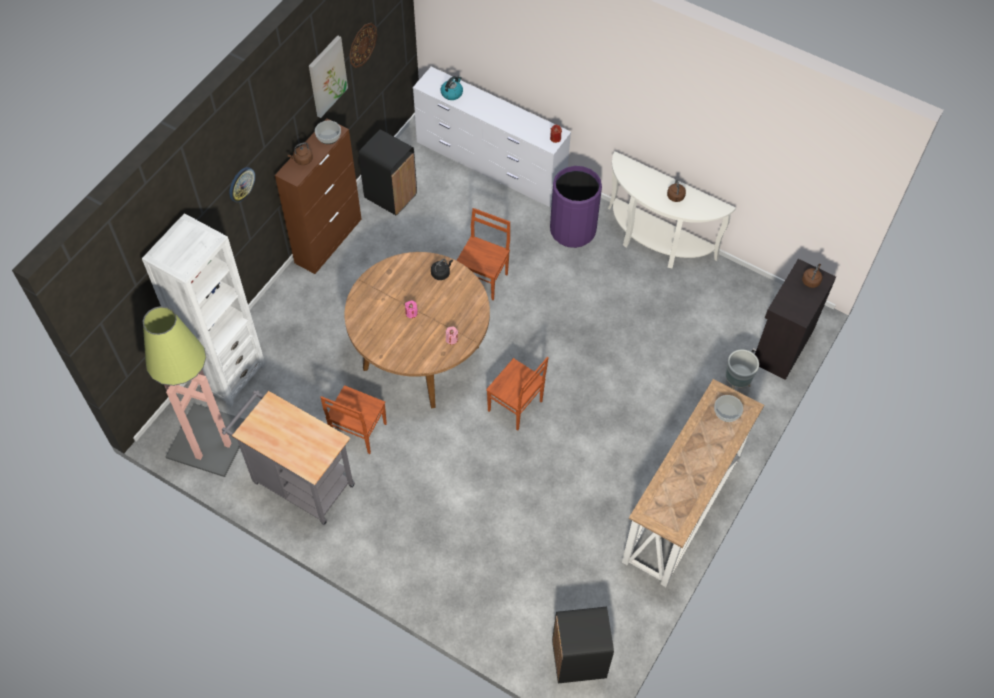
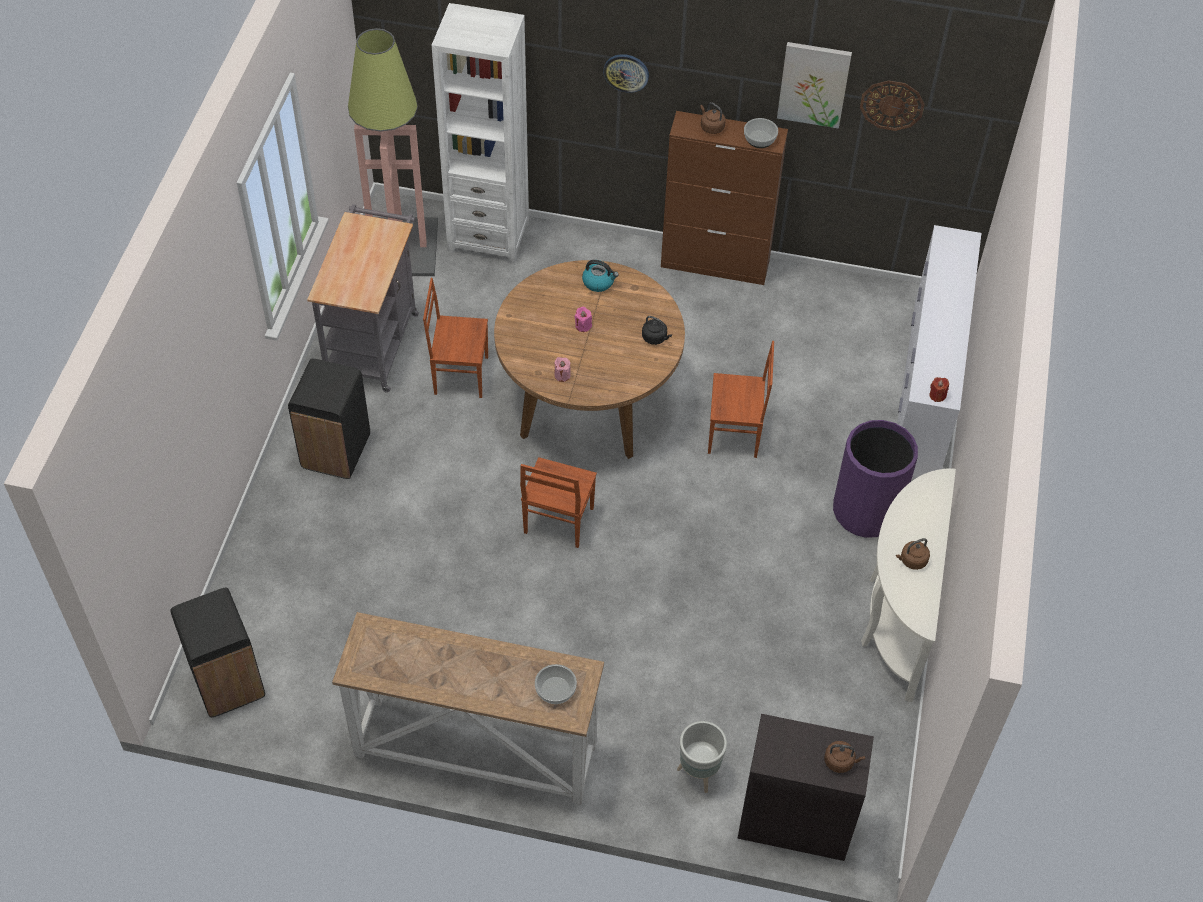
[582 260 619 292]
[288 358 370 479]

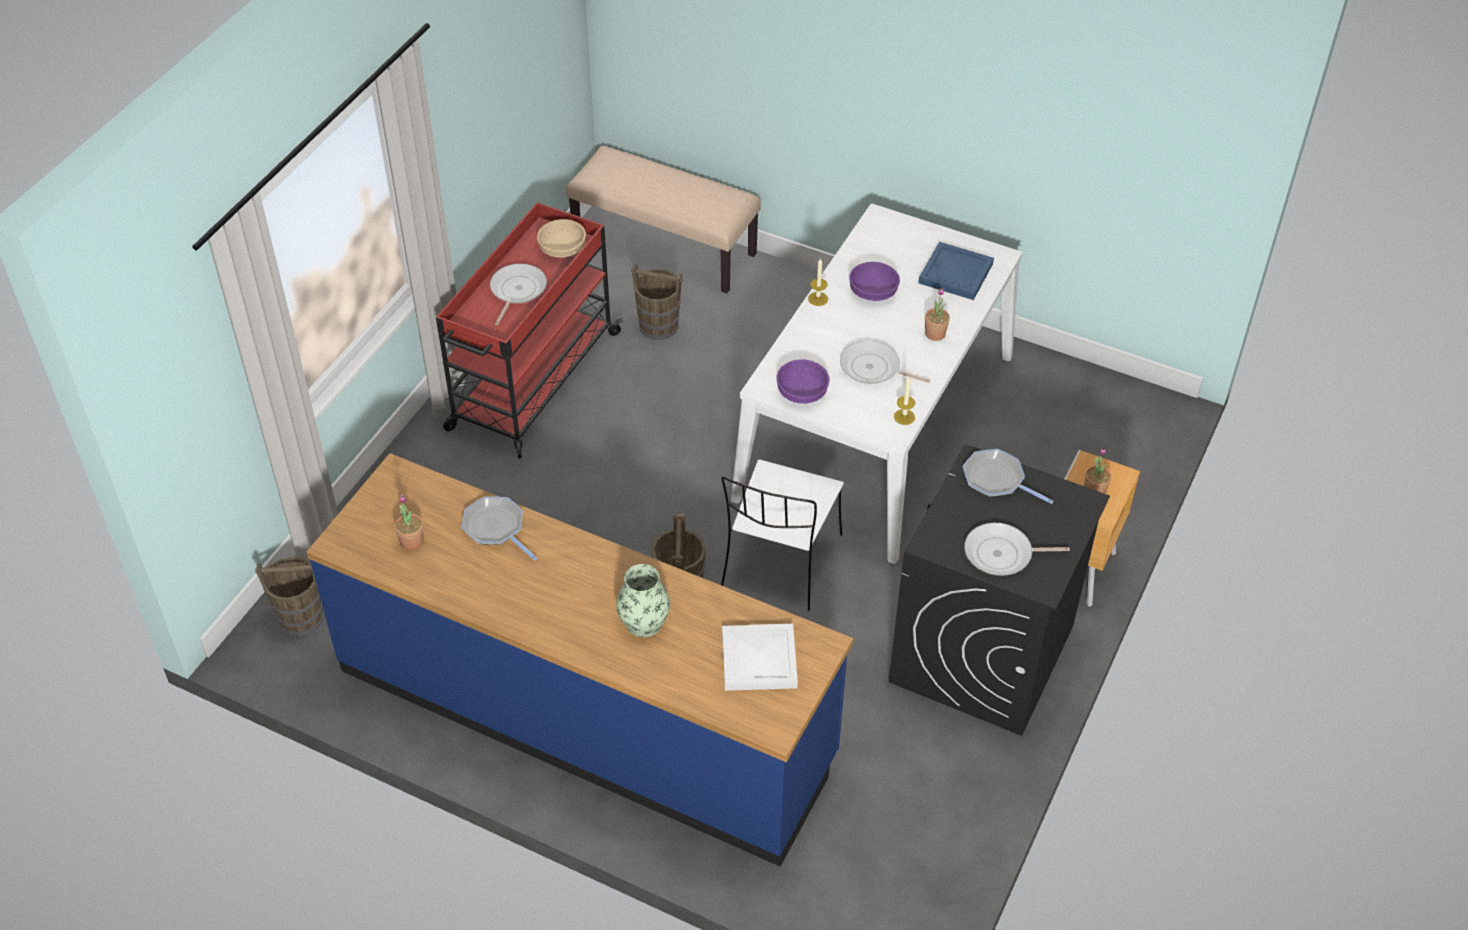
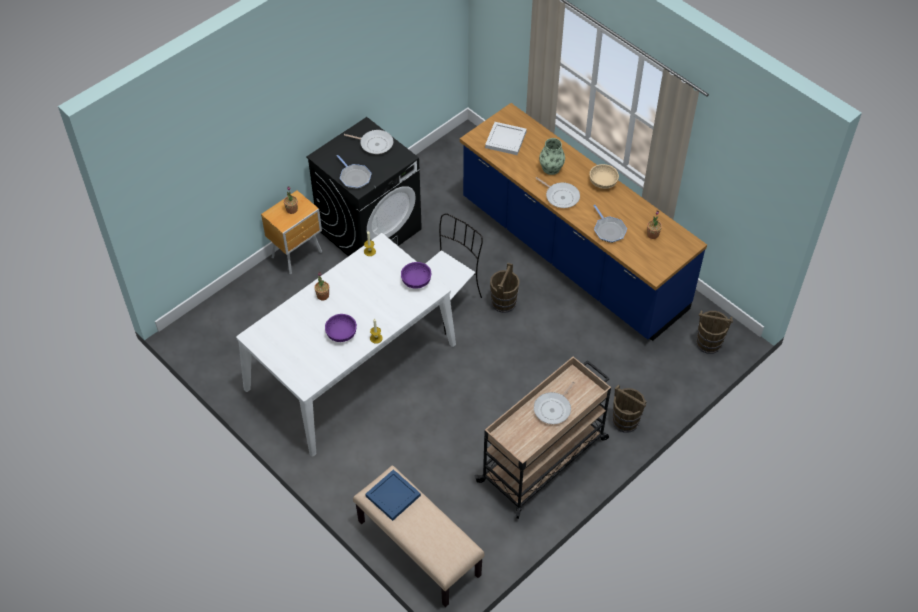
[474 357 611 519]
[589 164 619 189]
[365 469 421 521]
[612 385 647 433]
[536 177 580 208]

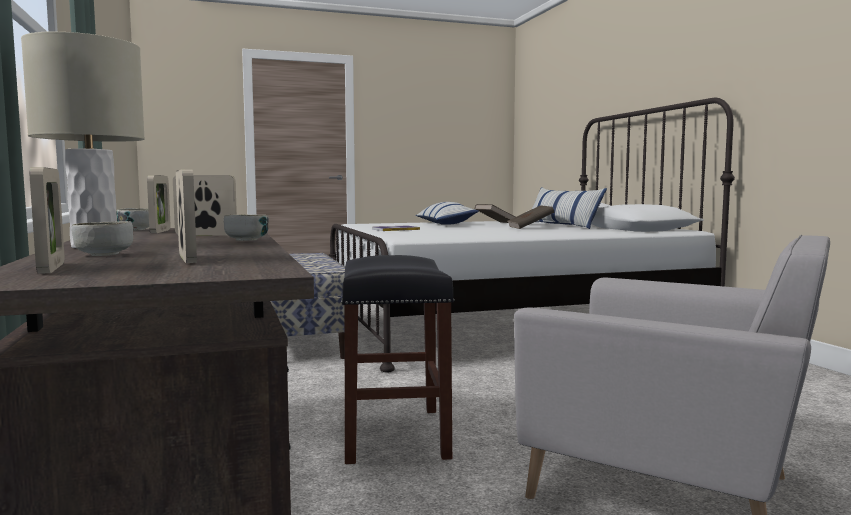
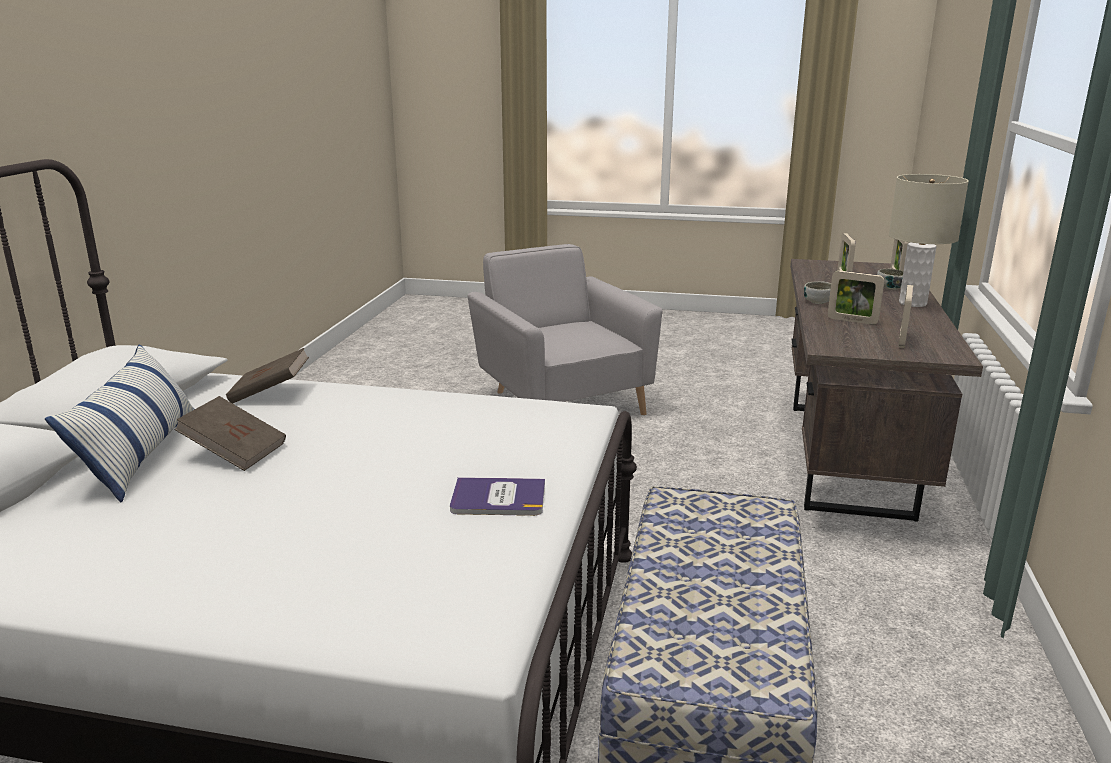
[416 202 479 225] (first image)
[226 348 309 404]
[117 208 149 230] (first image)
[341 255 454 464] (first image)

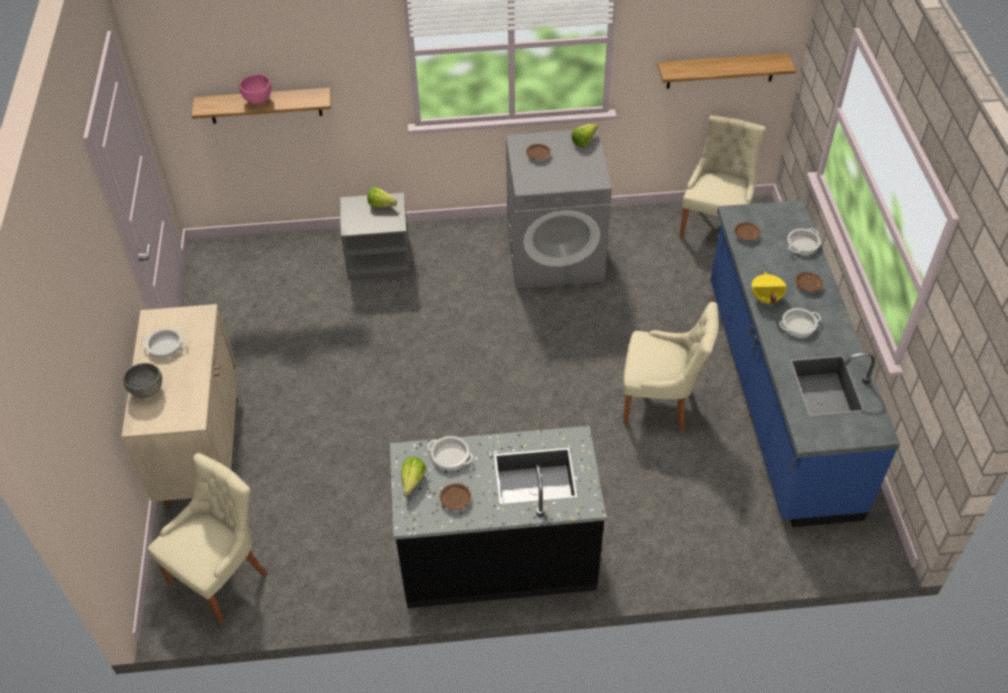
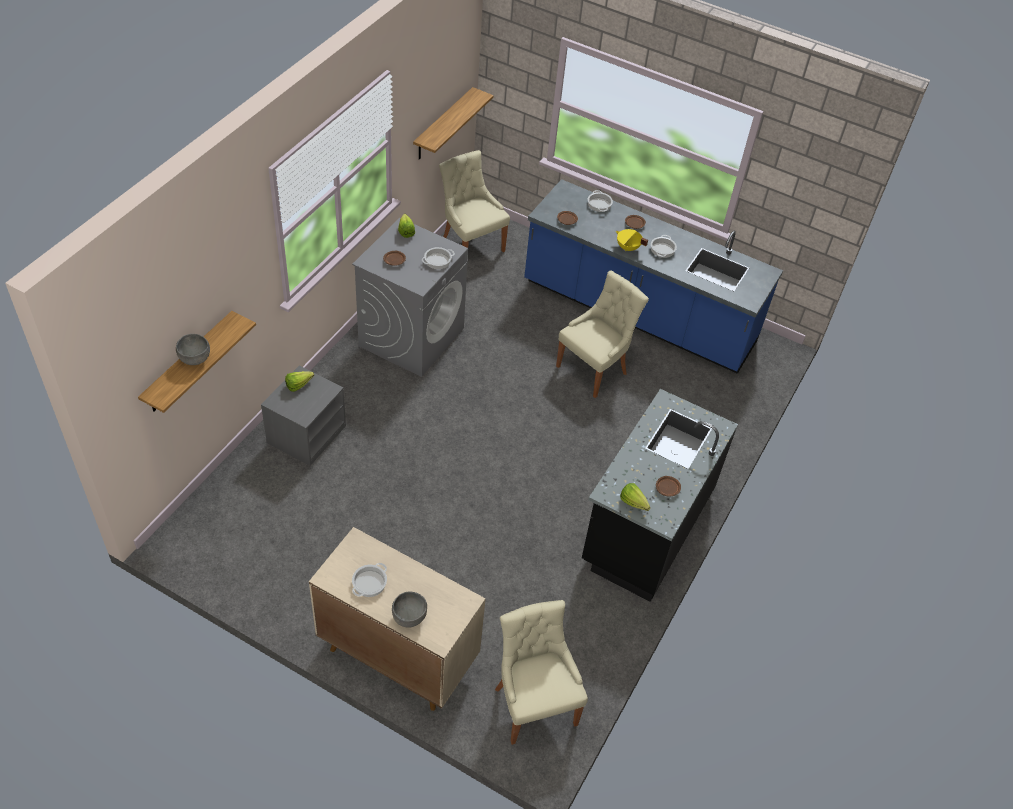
[176 334 210 365]
[422 247 455 269]

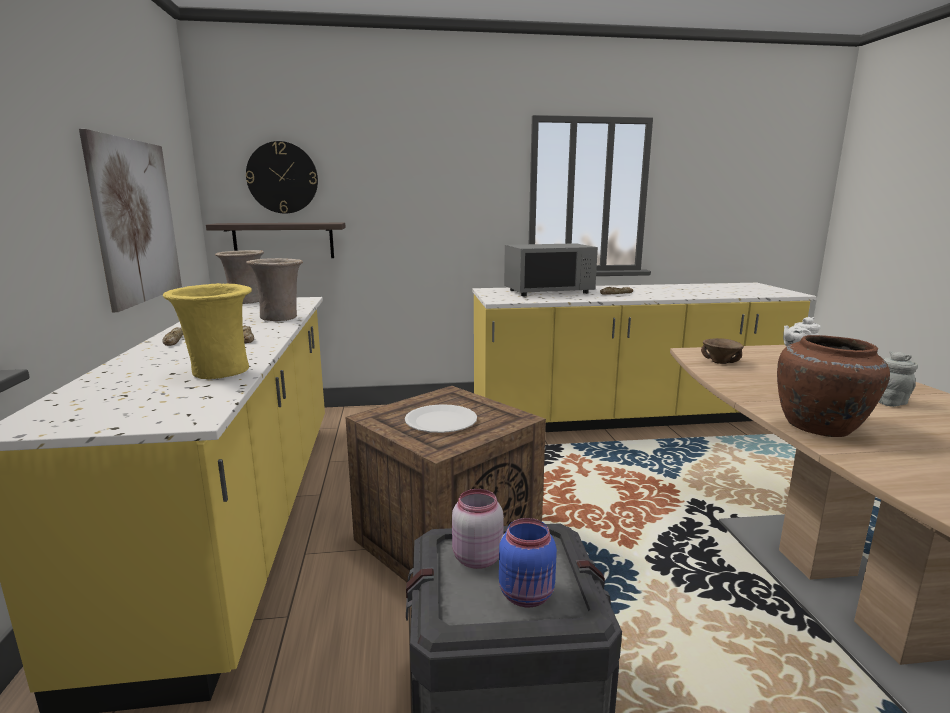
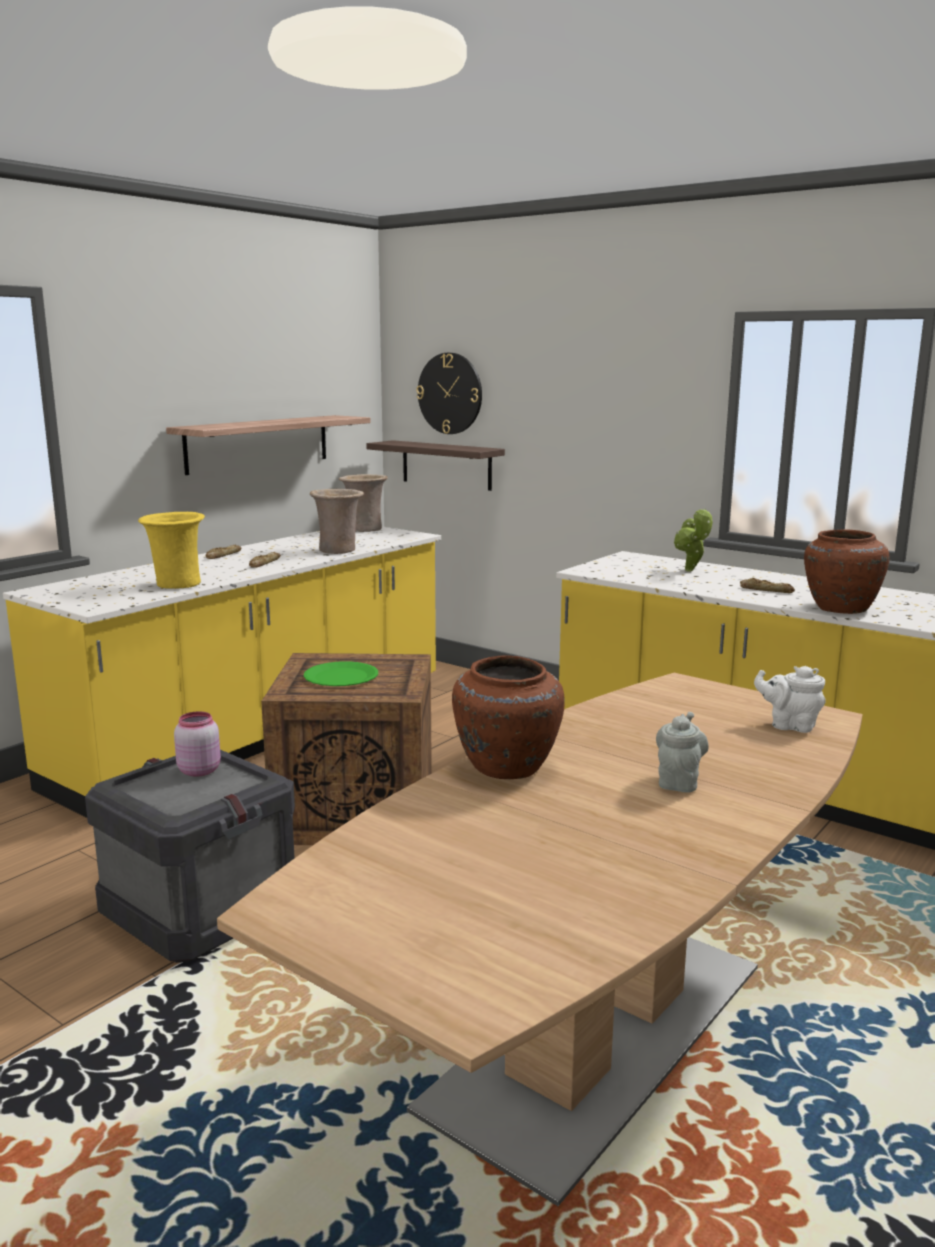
[166 415 370 475]
[674 508 713 572]
[701 338 744 364] (first image)
[304 661 378 686]
[499 518 557 607] (first image)
[804 530 890 614]

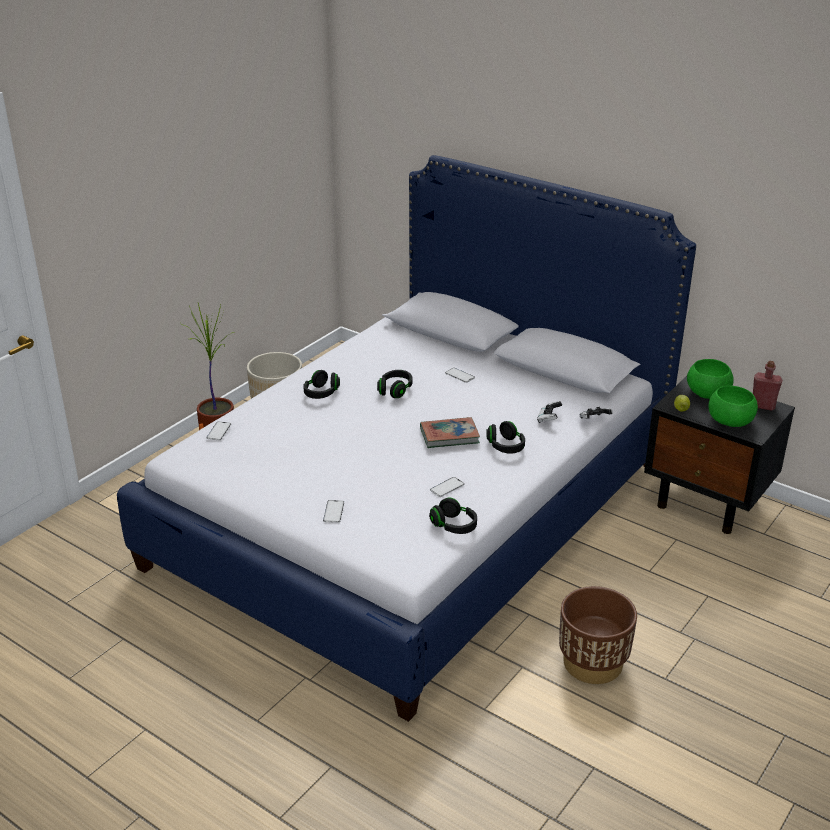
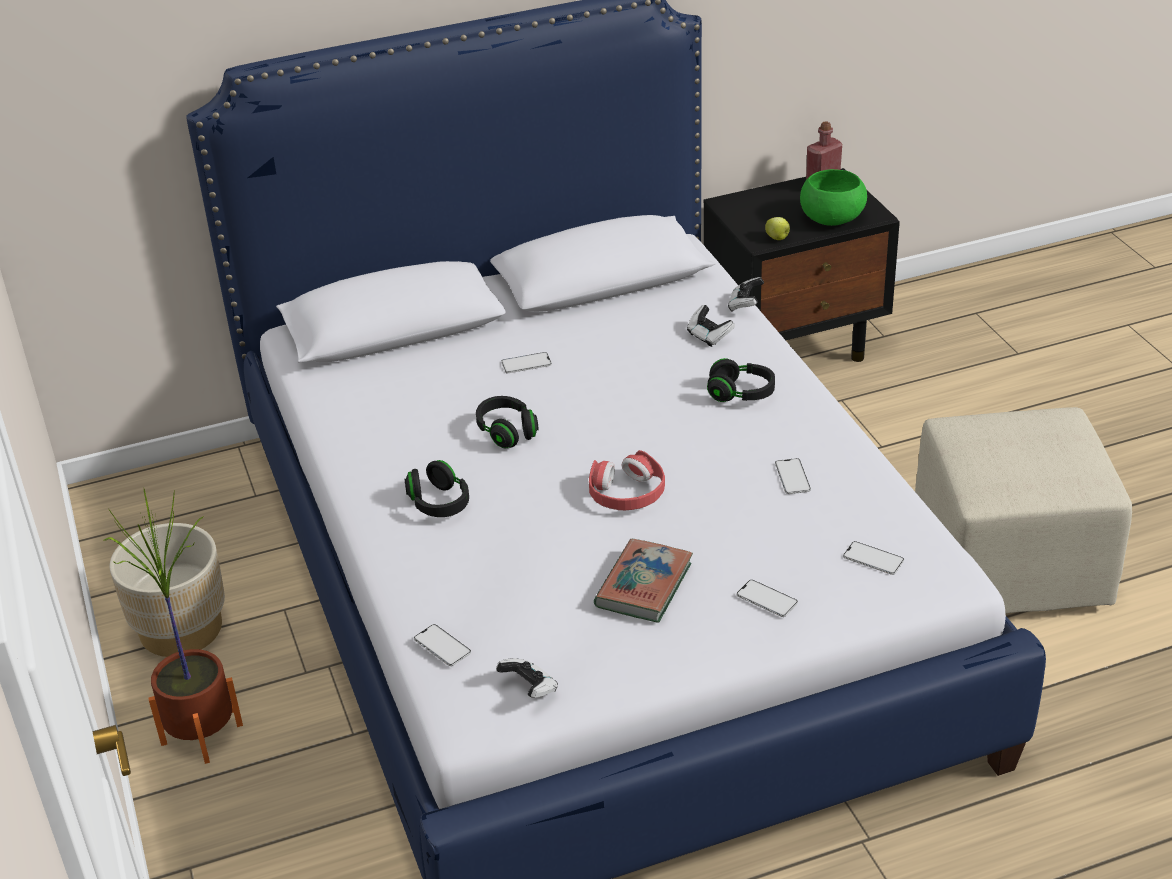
[687 359 734 399] (first image)
[594 539 693 623]
[429 497 477 534] (first image)
[915 407 1132 613]
[589 450 665 510]
[843 541 904 575]
[496 658 558 698]

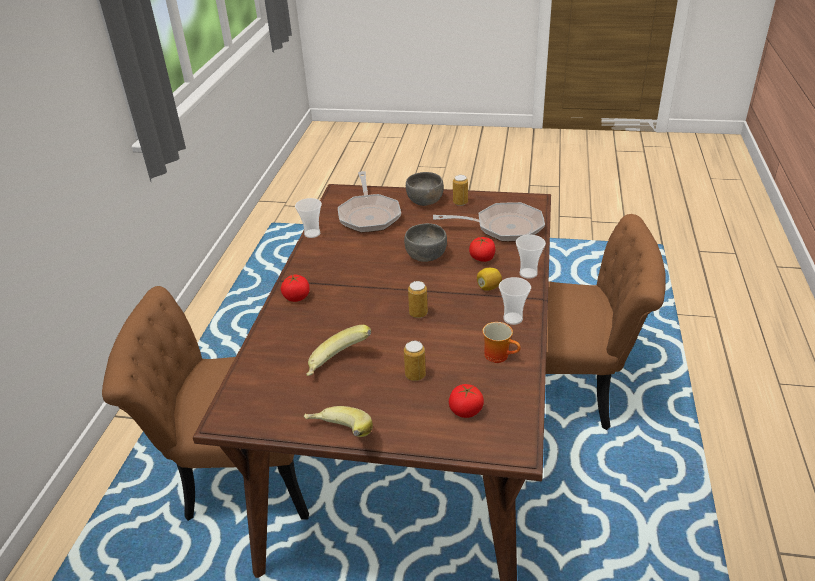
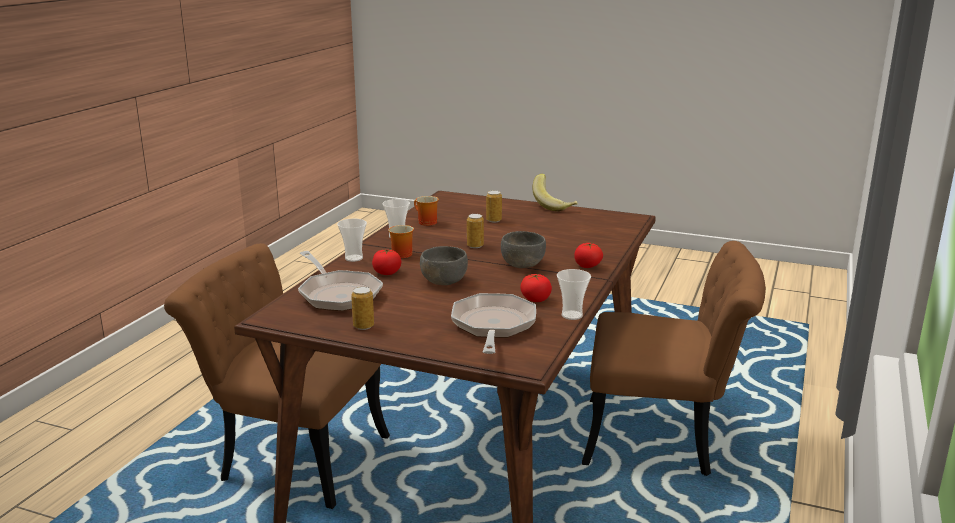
[501 231 546 268]
[298 251 383 311]
[388 225 414 258]
[306 325 371 376] (first image)
[520 273 552 302]

